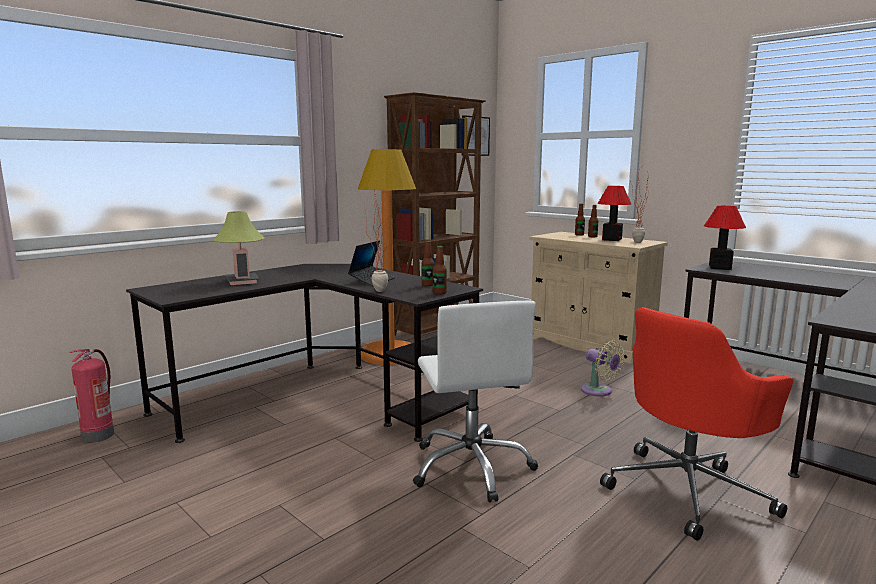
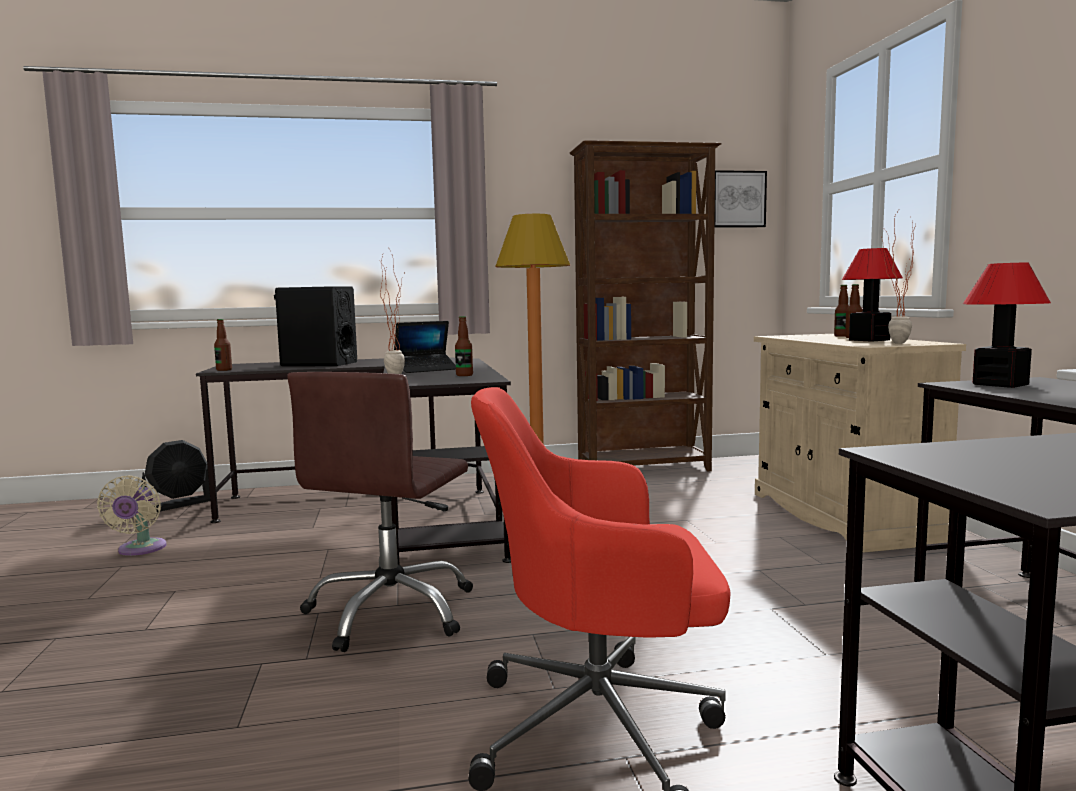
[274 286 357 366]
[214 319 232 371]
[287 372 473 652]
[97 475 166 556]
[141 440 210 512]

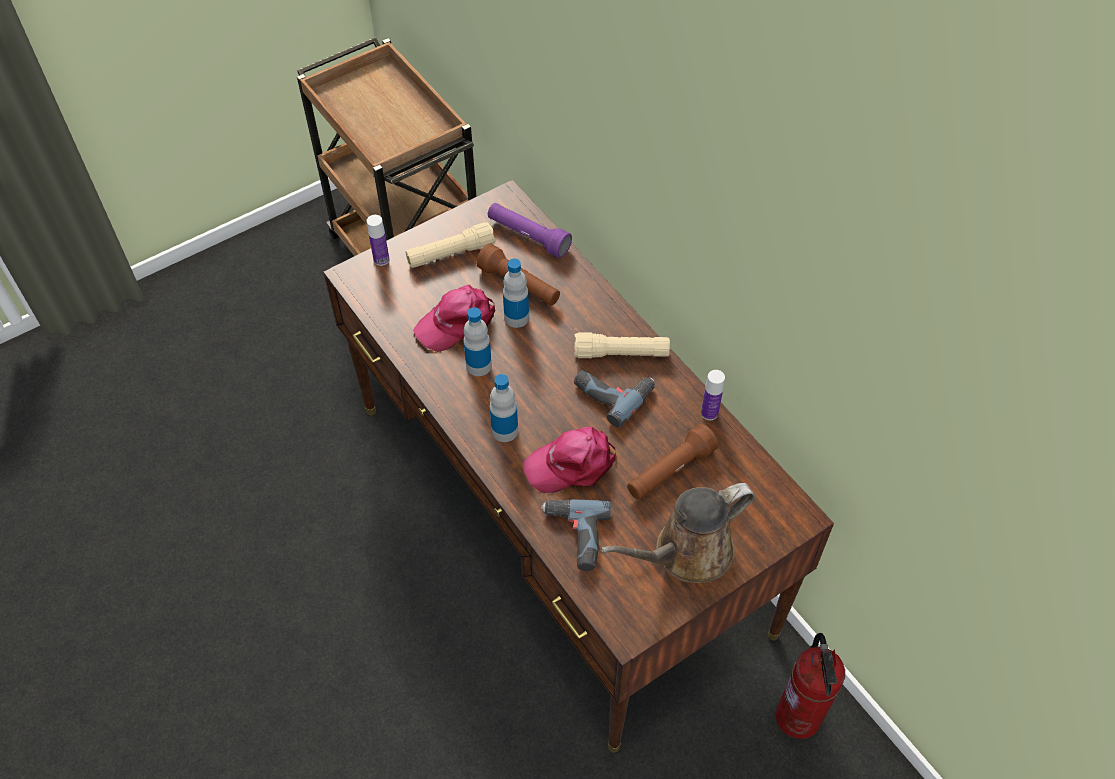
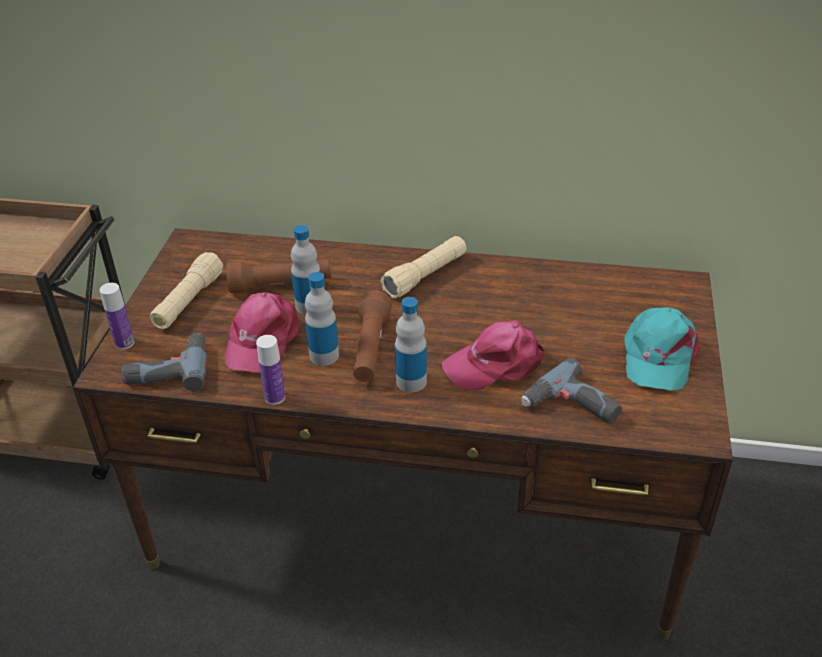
[488 203 572 258] (first image)
[121 333 206 391]
[256 335 285 405]
[353 290 392 382]
[442 320 544 390]
[624 307 700 390]
[776 633 845 739] (first image)

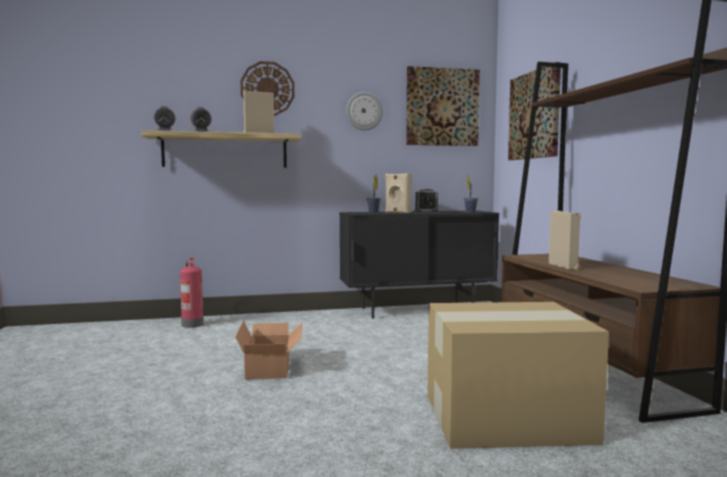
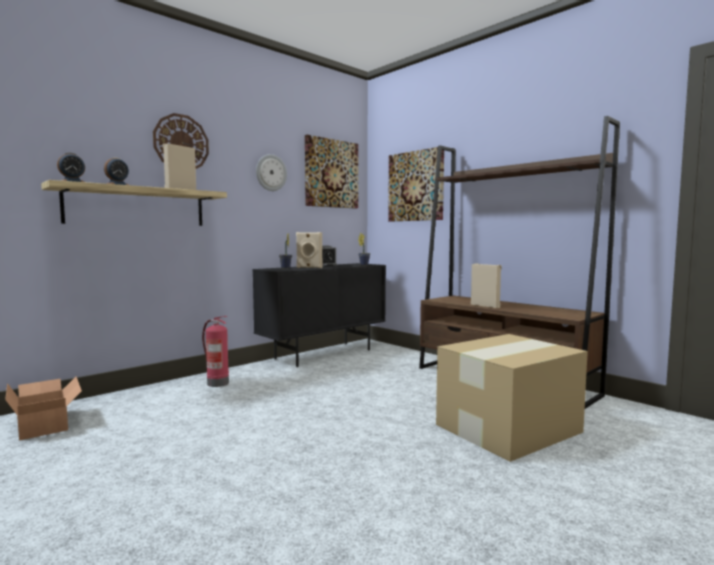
[202 316 229 387]
[5 377 82 440]

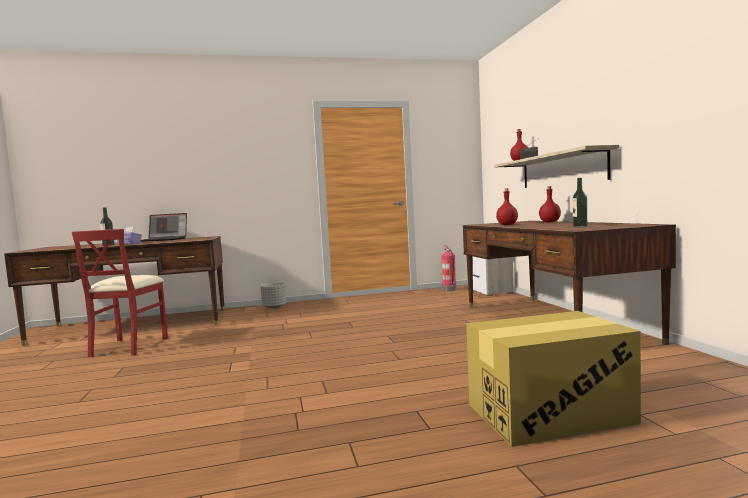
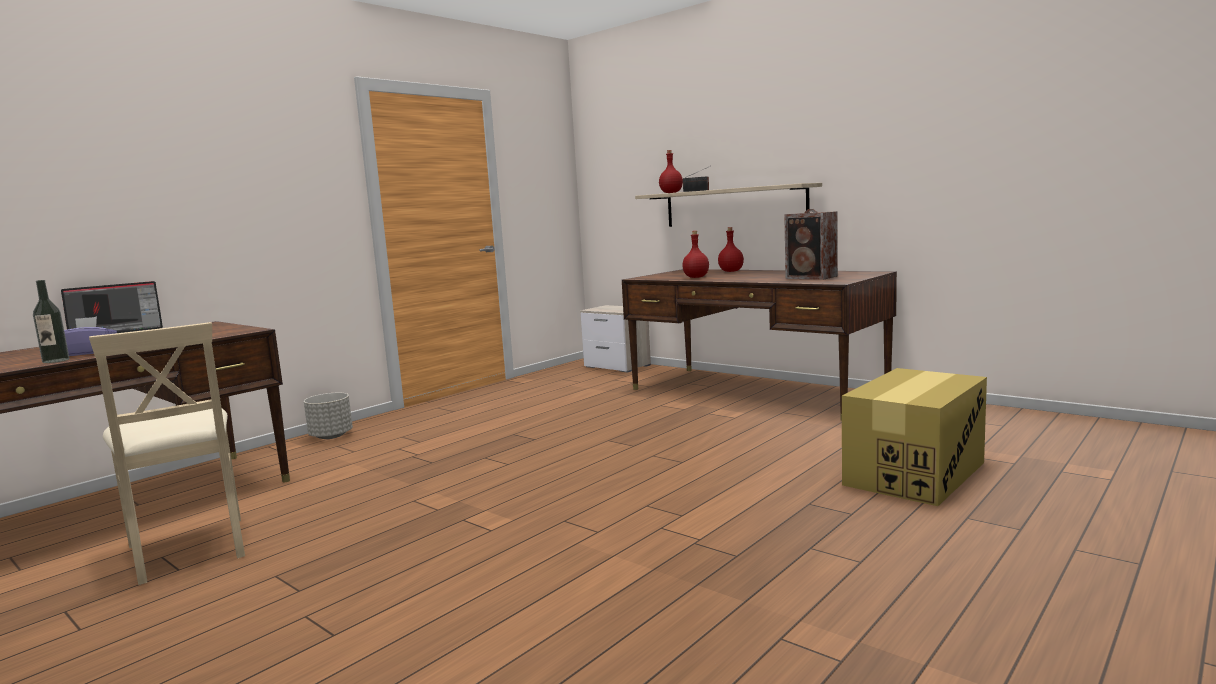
[784 209 838 280]
[89 322 245 585]
[442 245 456 291] (first image)

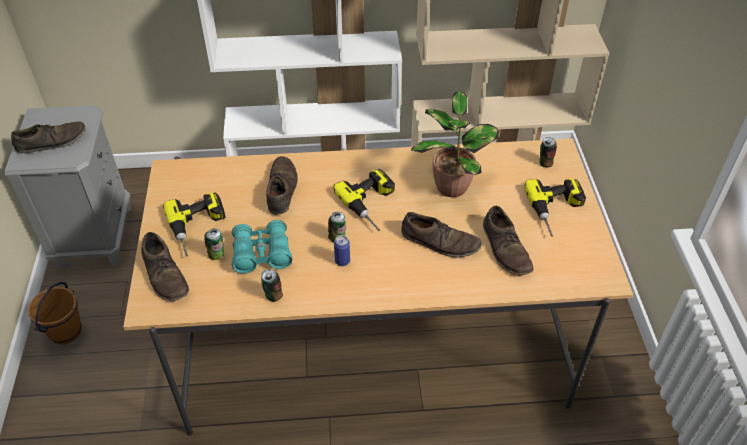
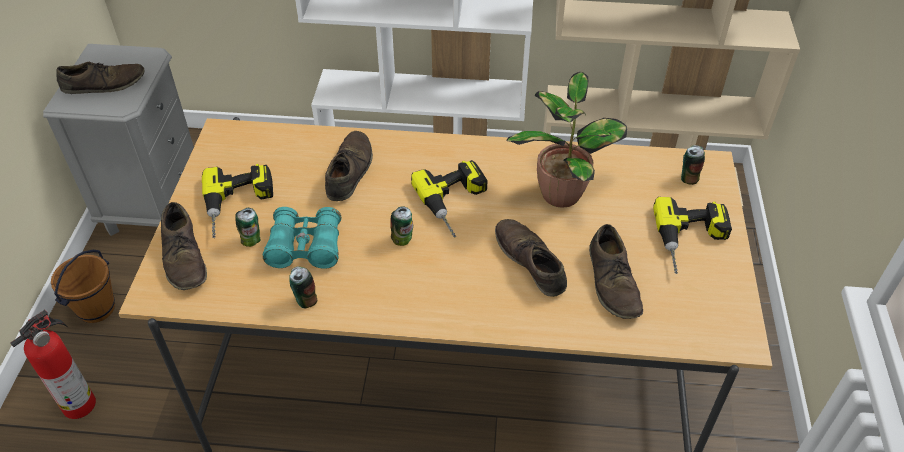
[495 219 567 297]
[334 235 350 266] (first image)
[10 309 96 419]

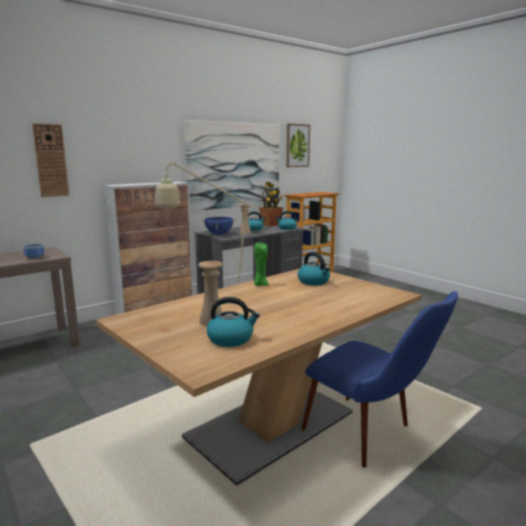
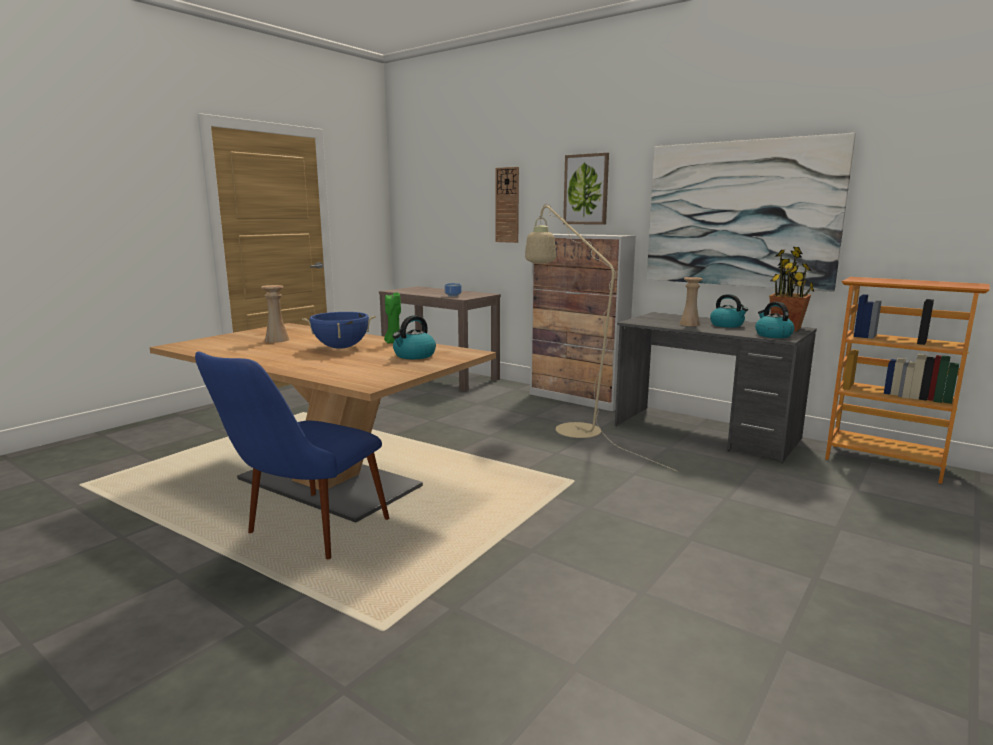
[563 153 609 225]
[302 312 376 349]
[207 297 260 347] (first image)

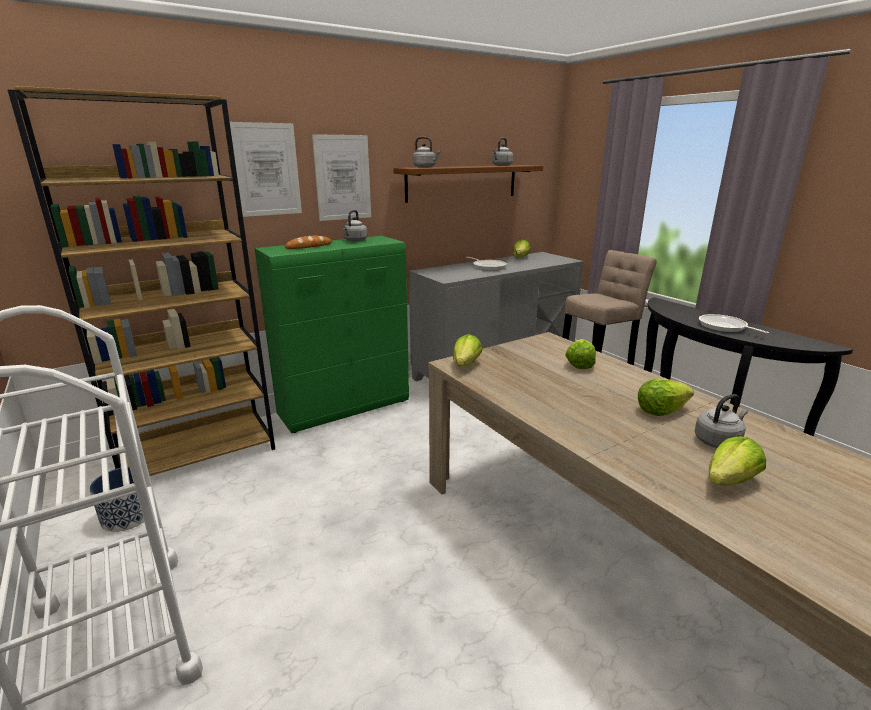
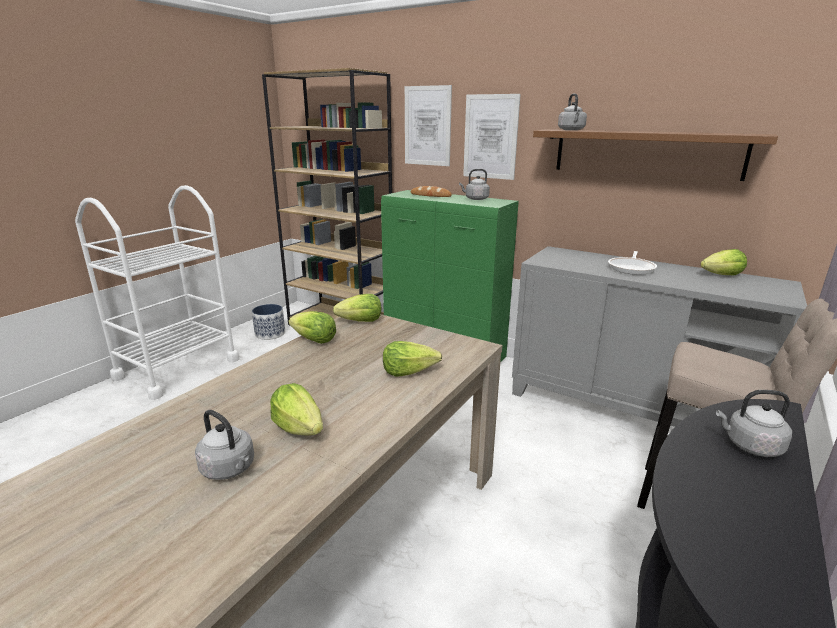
[716 390 792 457]
[699 314 769 334] (first image)
[289 311 336 344]

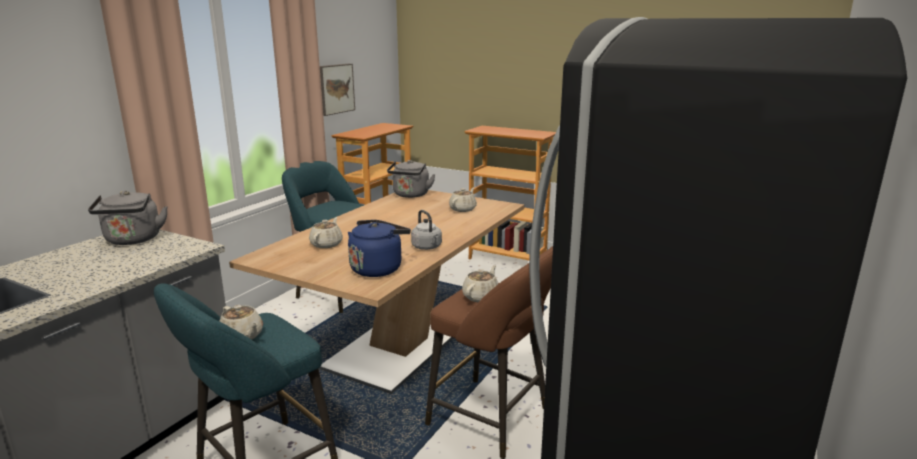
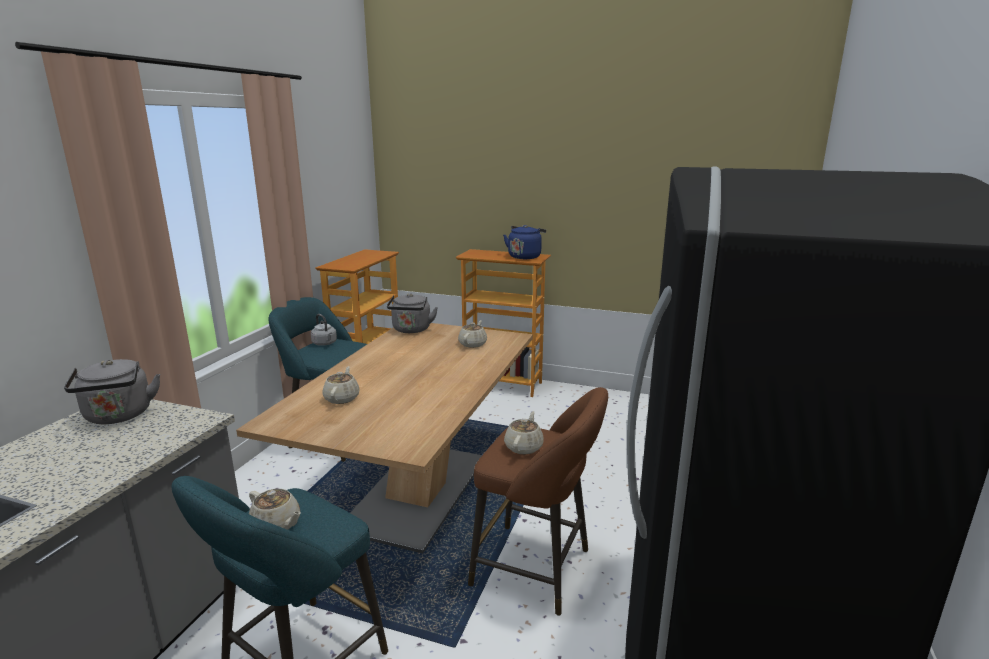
[320 64 355 116] (first image)
[311 314 337 346]
[503 225 546 259]

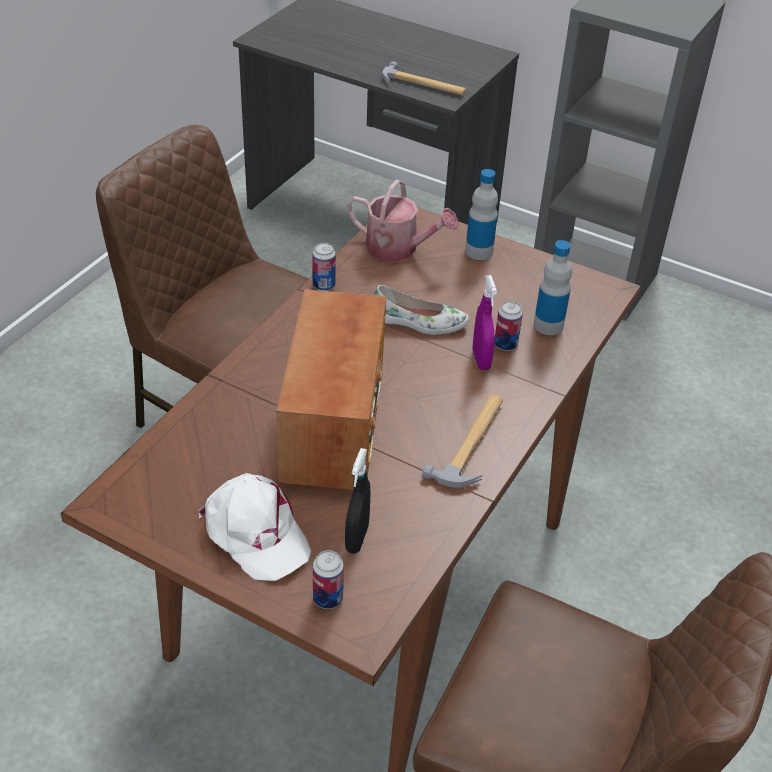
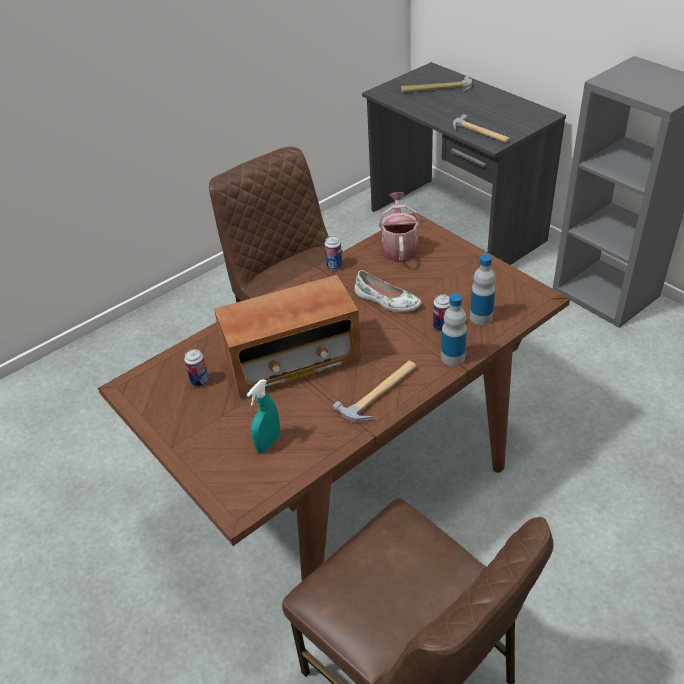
[441 293 467 366]
[378 192 421 262]
[473 275 497 370] (first image)
[214 275 361 398]
[247 379 280 453]
[198 473 311 581] (first image)
[184 349 209 387]
[401 76 472 93]

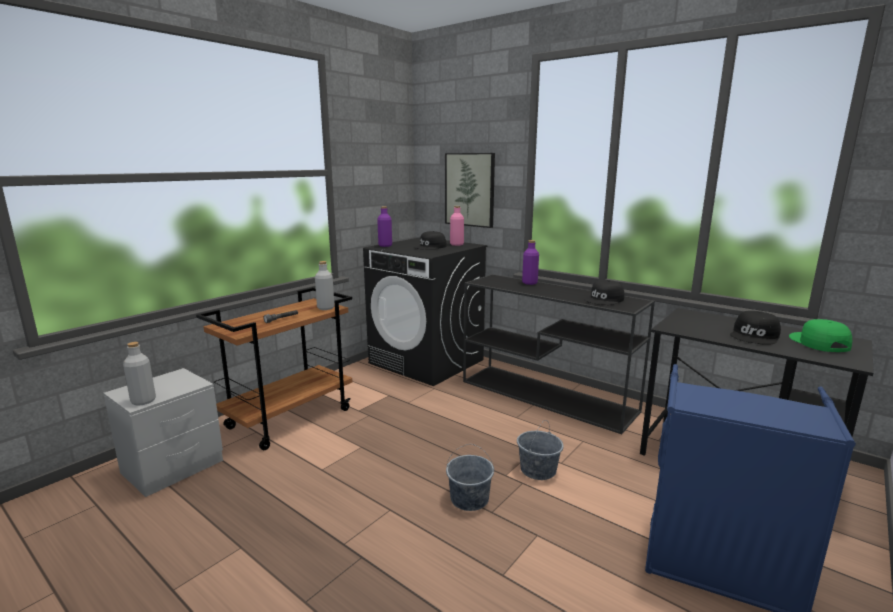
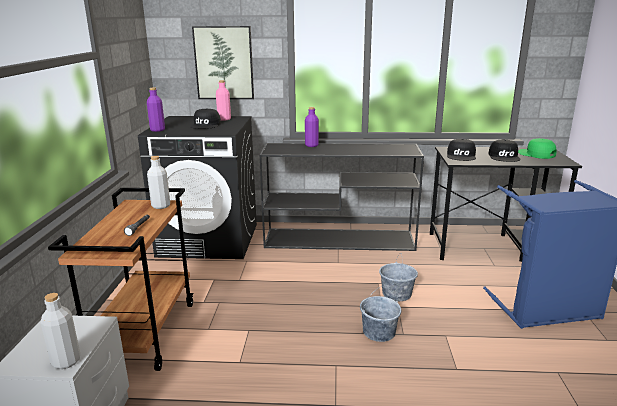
[447 139 476 161]

